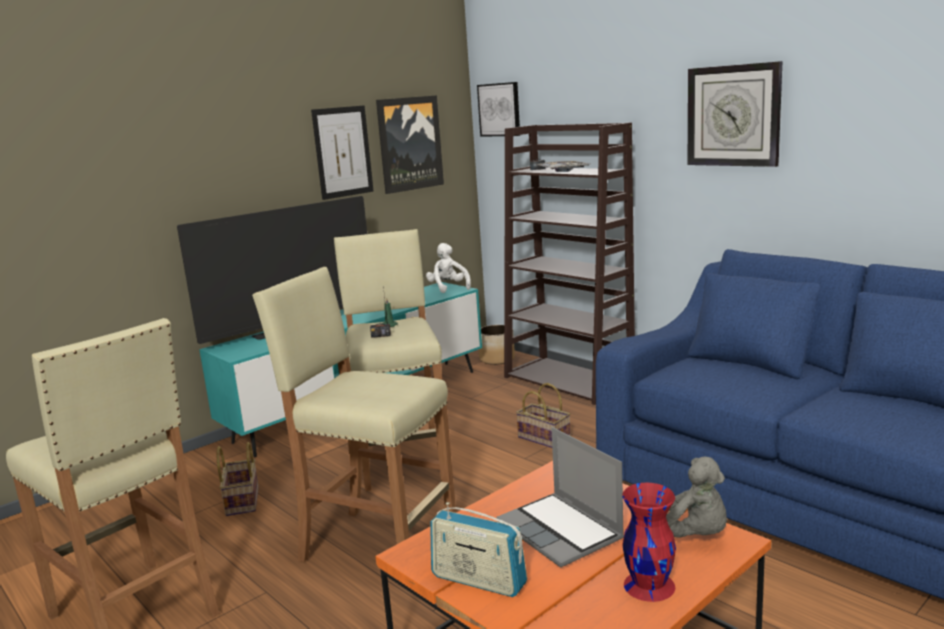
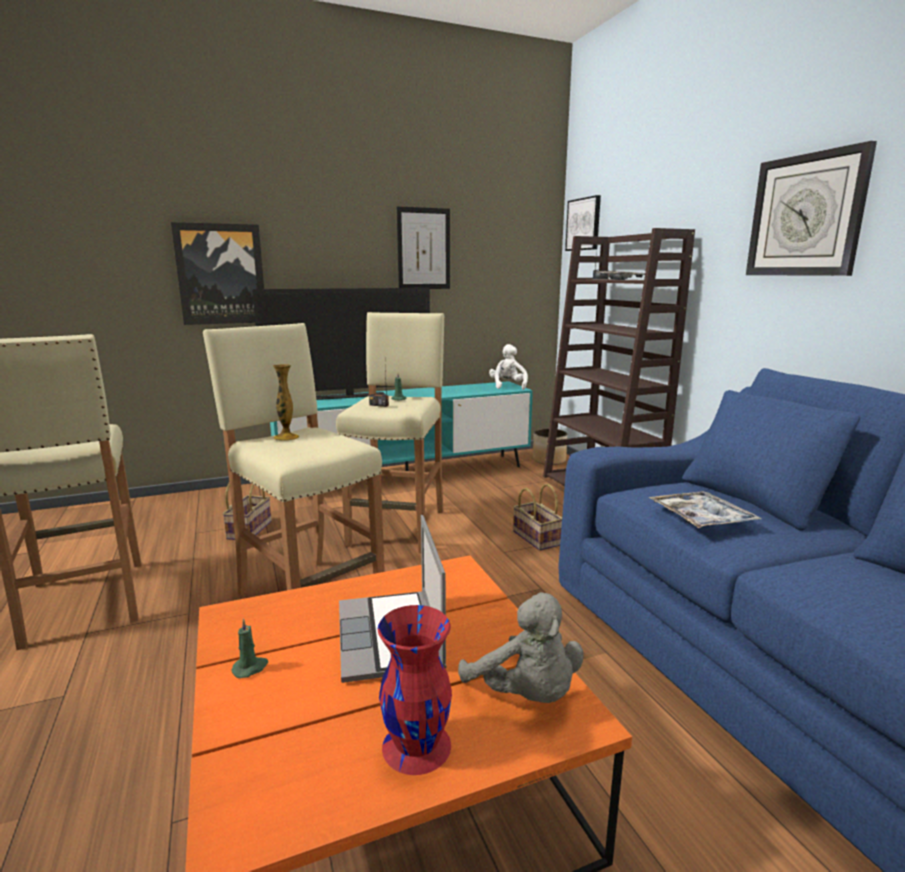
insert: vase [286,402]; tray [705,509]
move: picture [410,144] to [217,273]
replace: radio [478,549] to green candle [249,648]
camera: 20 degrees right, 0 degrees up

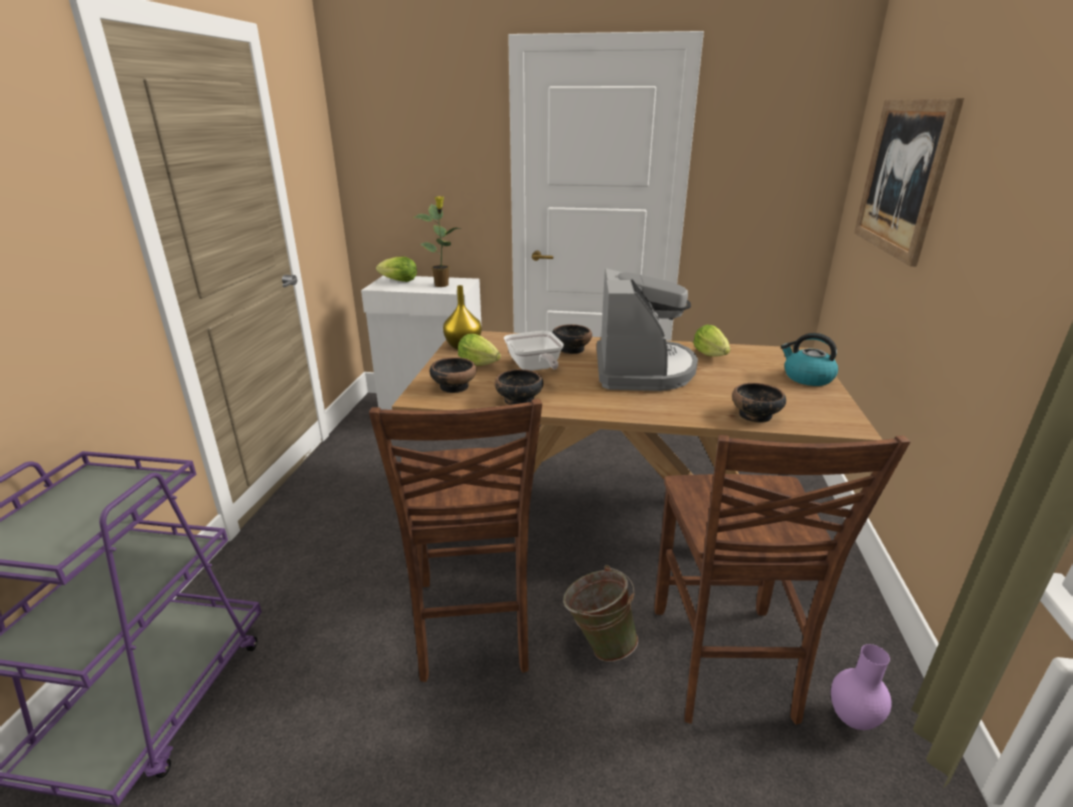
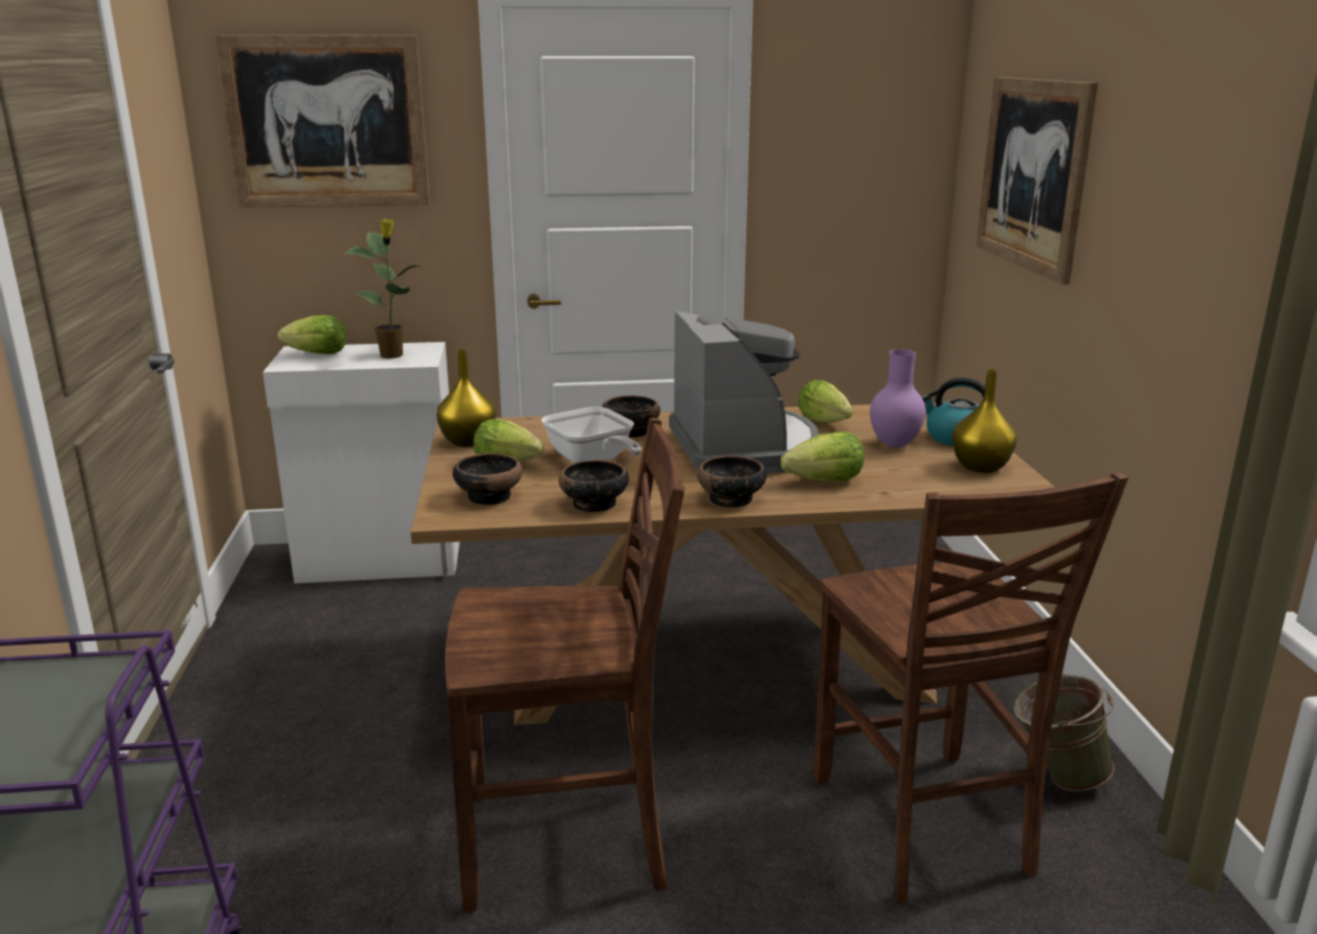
insert: picture [322,121]; lettuce [822,456]; yellow vase [984,421]
move: green bucket [600,613] to [1064,732]; bowl [759,403] to [732,482]; purple vase [861,687] to [898,398]
rotate: brown chair [455,540] = [565,665] 75 degrees counterclockwise
camera: 15 degrees left, 5 degrees down

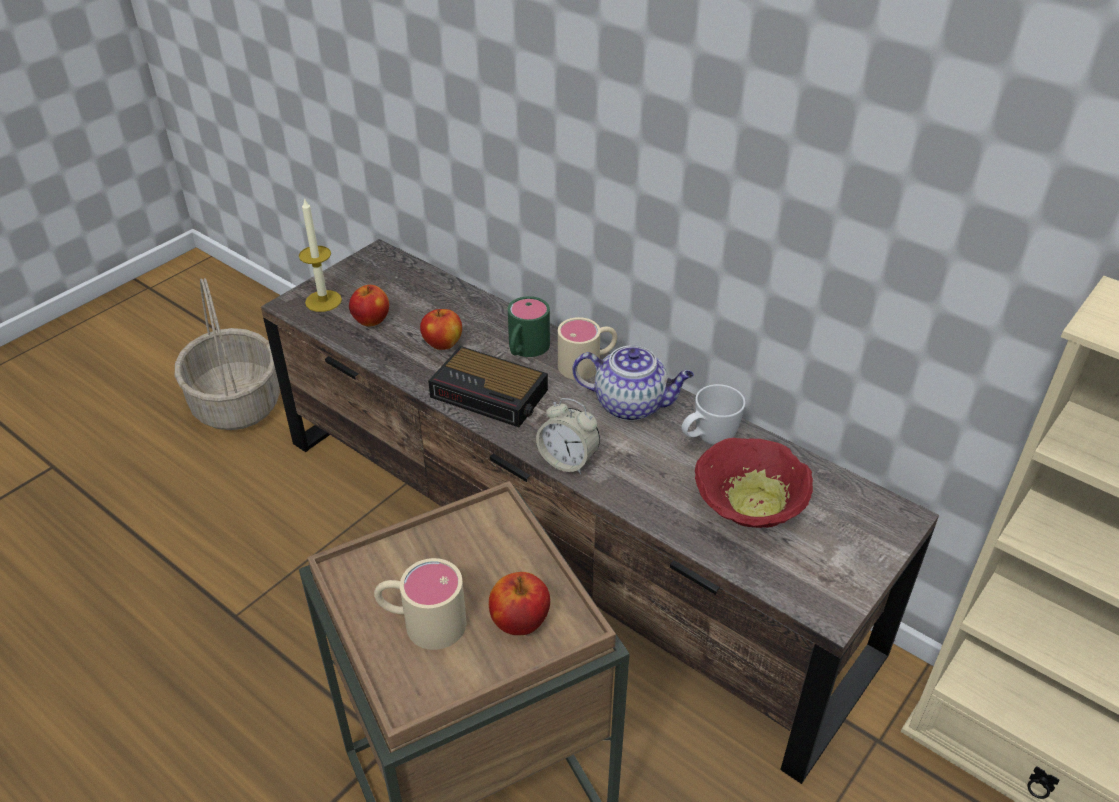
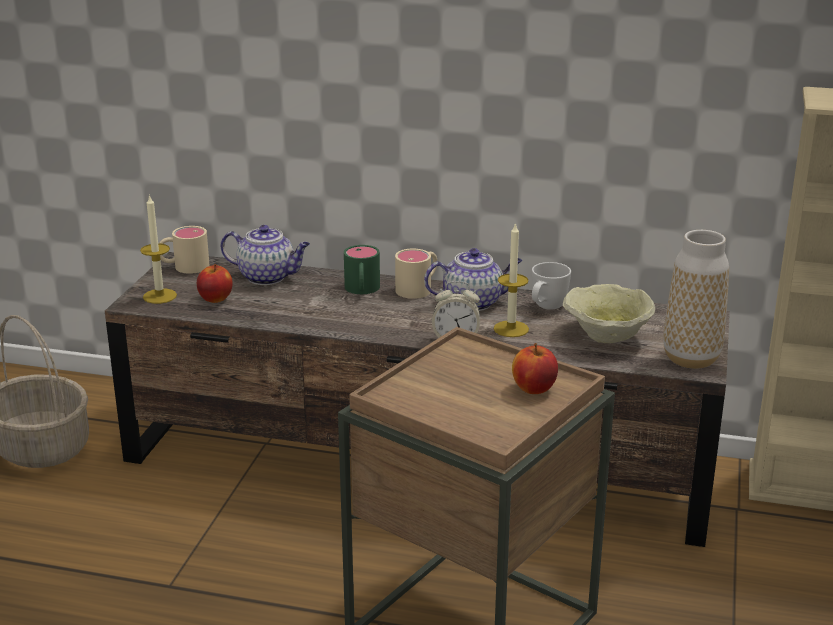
delete: apple [441,329]; alarm clock [488,386]
insert: teapot [265,255]; candle [511,279]; vase [696,299]
move: beige mug [420,604] to [184,250]
recolor: red bowl [754,483] to beige bowl [609,313]
camera: 25 degrees left, 15 degrees down

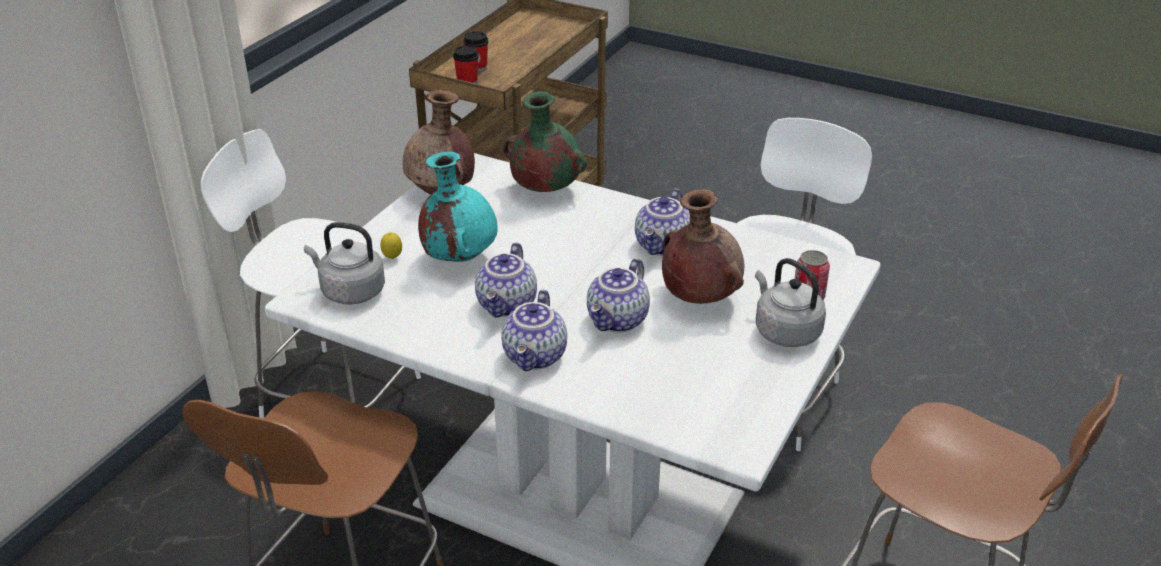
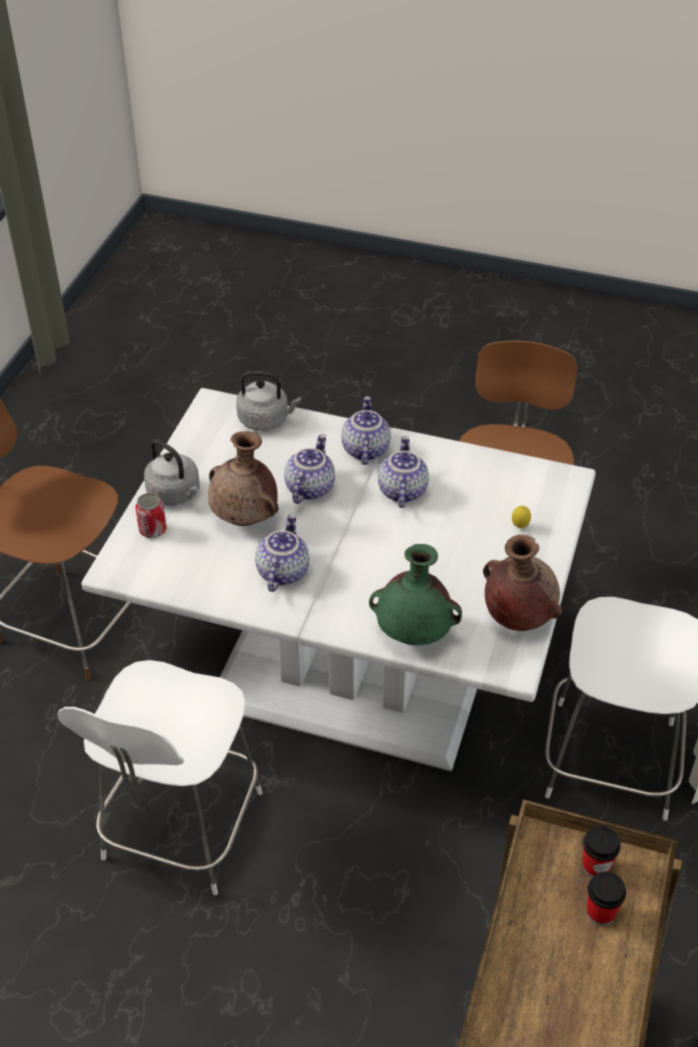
delete: turquoise vase [458,207]
move: grey kettle [344,263] to [268,401]
camera: 170 degrees right, 10 degrees up

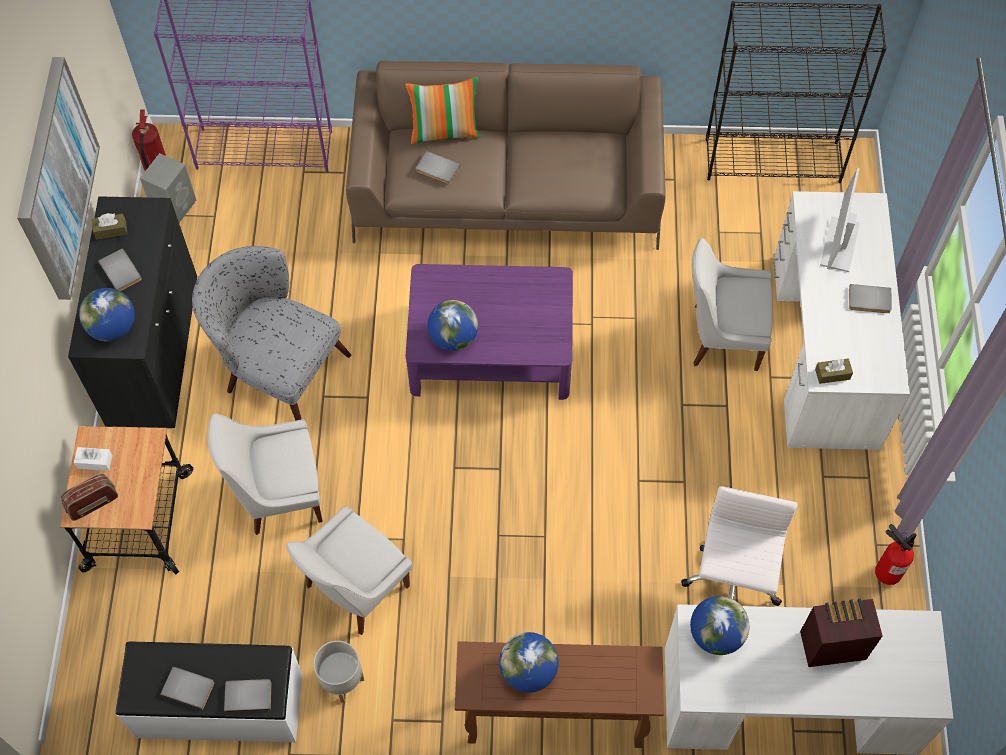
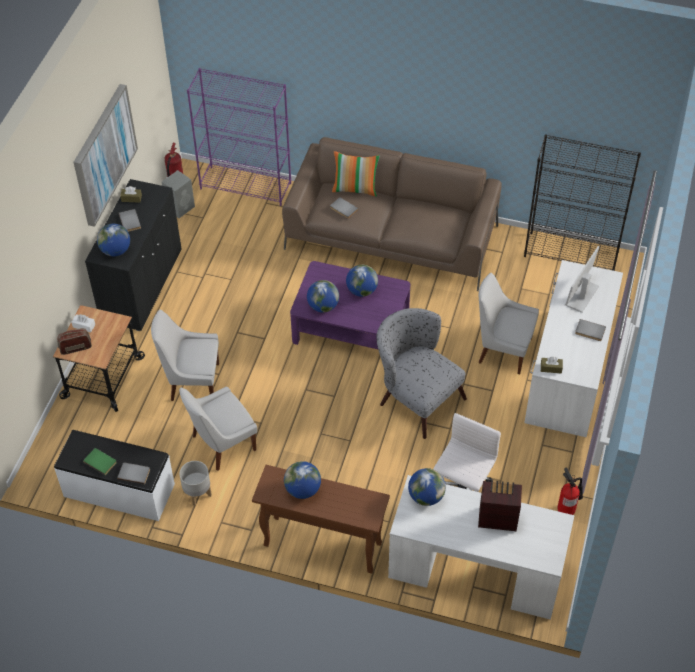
insert: globe [362,281]
move: grey armchair [271,333] to [421,373]
recolor: grey book [187,688] to green book [100,461]
camera: 15 degrees right, 10 degrees down

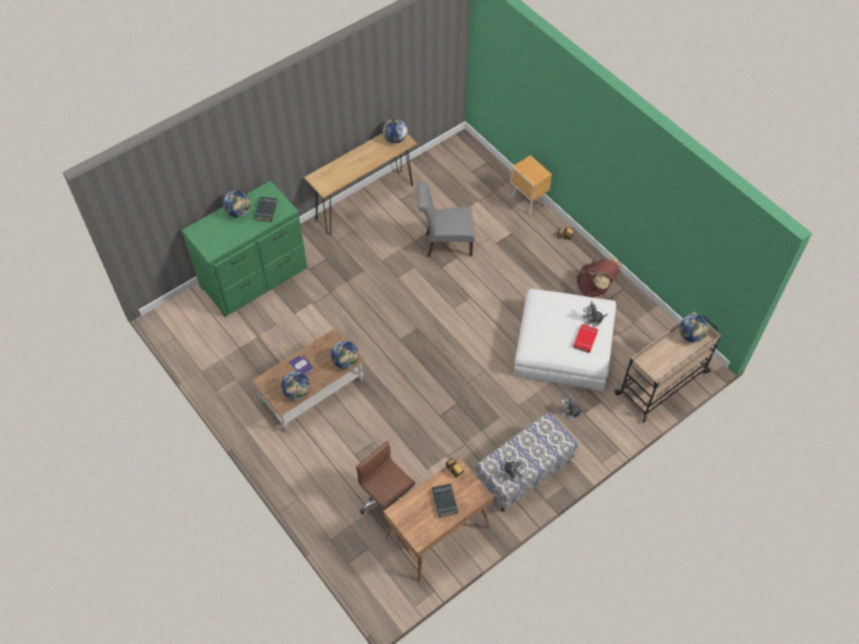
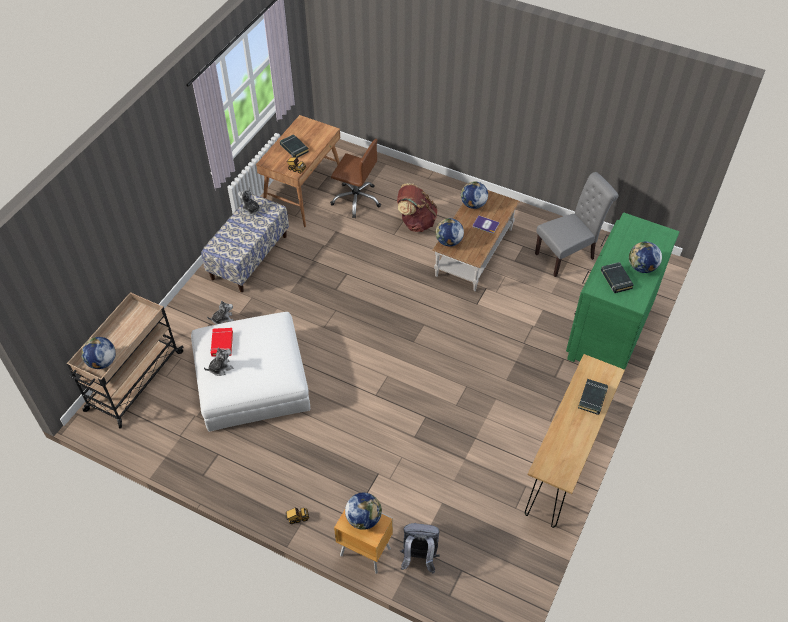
insert: grey backpack [420,548]; black book [593,397]
move: globe [395,130] to [363,511]; grey chair [445,219] to [577,224]; brown backpack [599,277] to [417,207]
camera: 155 degrees right, 5 degrees down

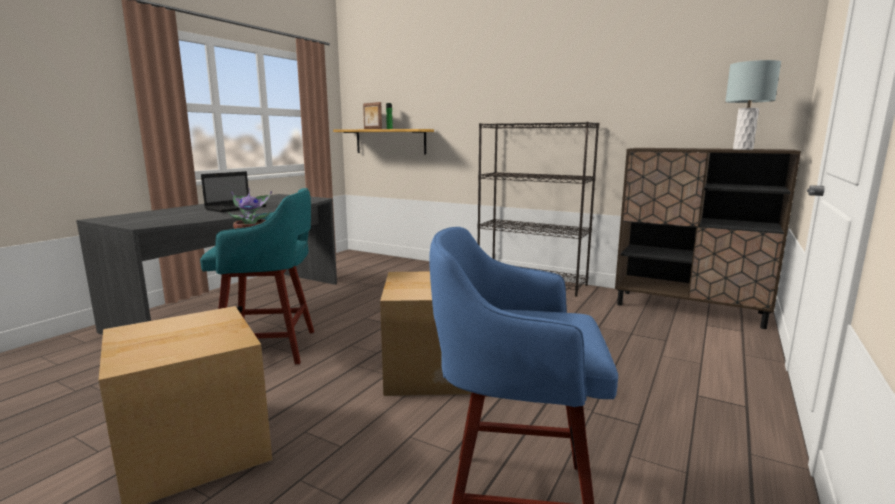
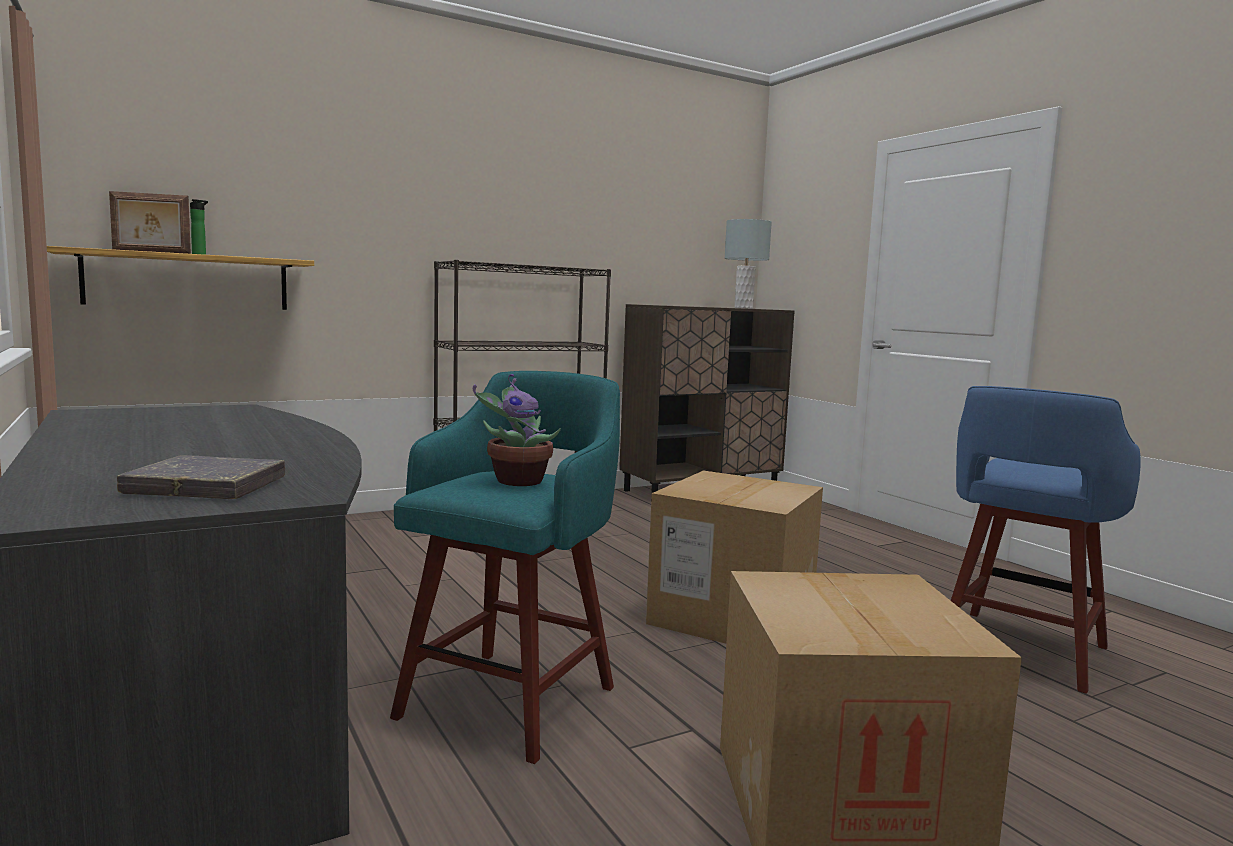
delete: laptop [233,191]
insert: grey book [201,477]
camera: 60 degrees left, 5 degrees down

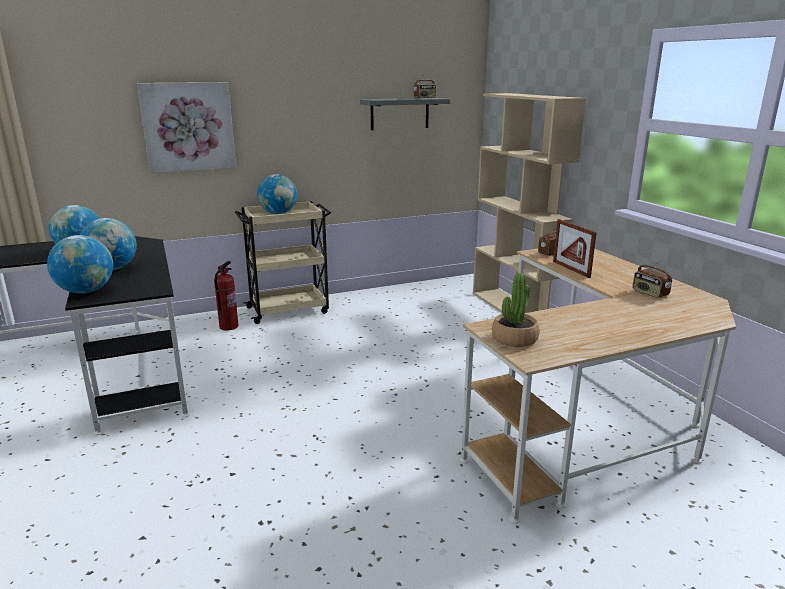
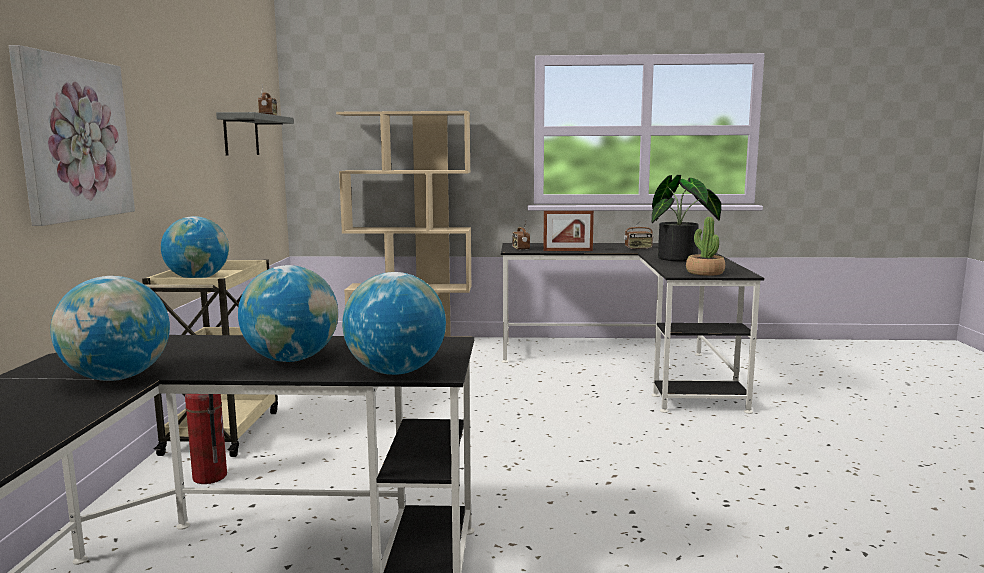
insert: potted plant [686,218]
recolor: beige desk [597,386] to black desk [632,328]
camera: 65 degrees left, 10 degrees down

